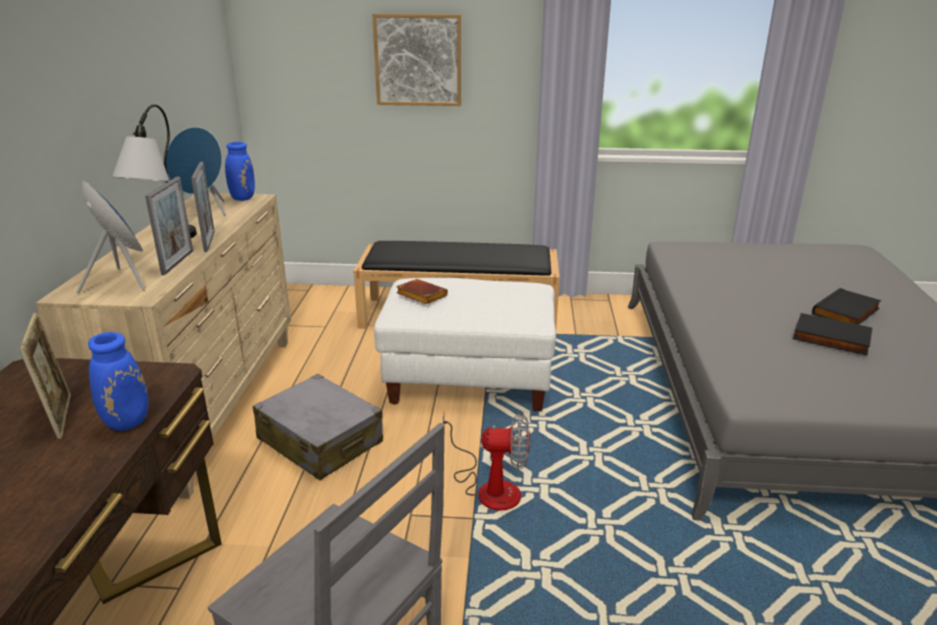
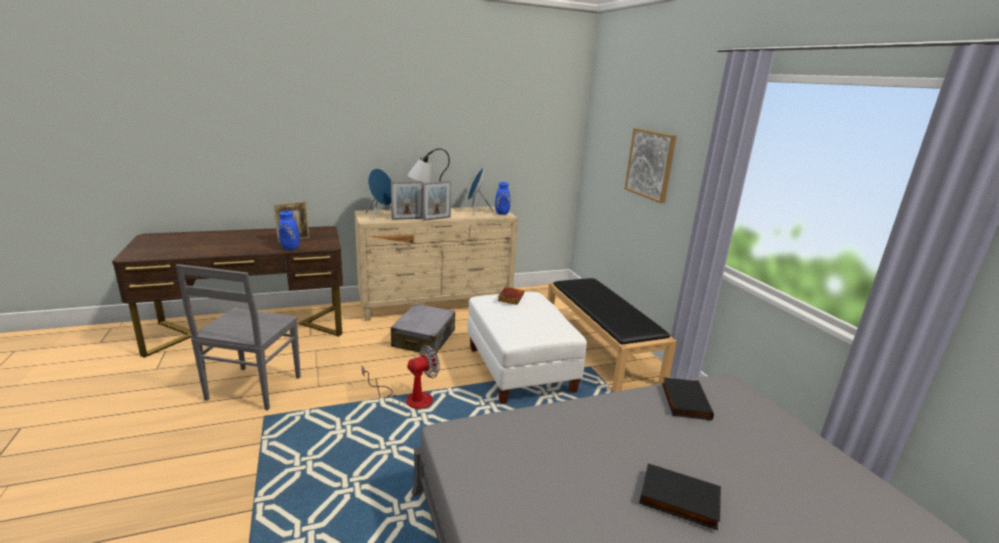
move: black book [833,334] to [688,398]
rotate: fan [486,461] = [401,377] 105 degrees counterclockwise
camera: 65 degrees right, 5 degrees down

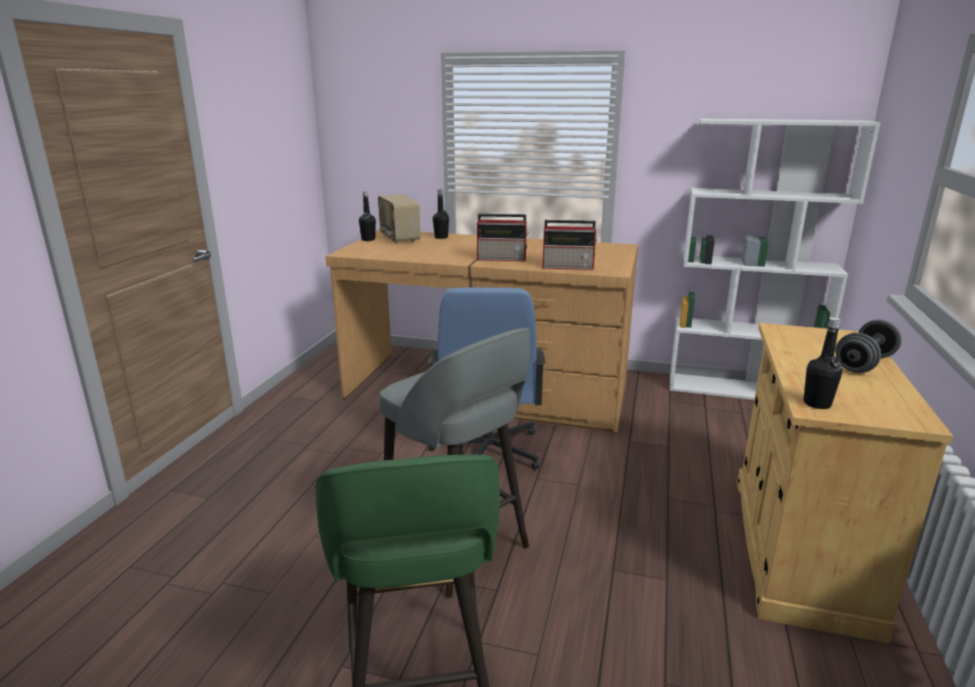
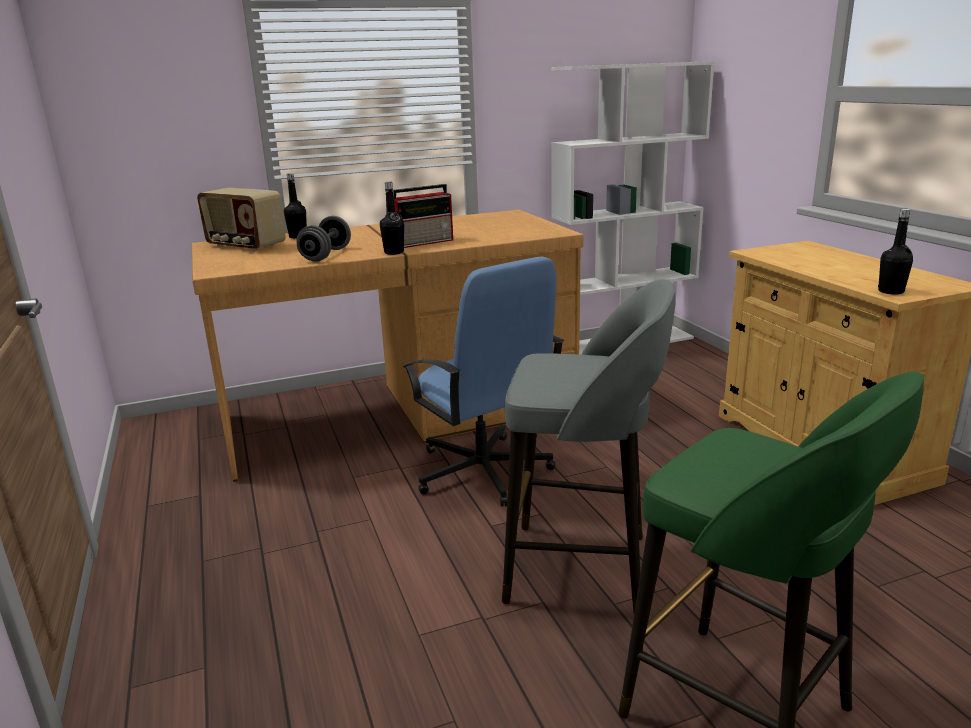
delete: radio [570,245]
move: black bottle [367,216] to [392,218]; grey dumbbell [868,346] to [323,239]
camera: 35 degrees left, 0 degrees up

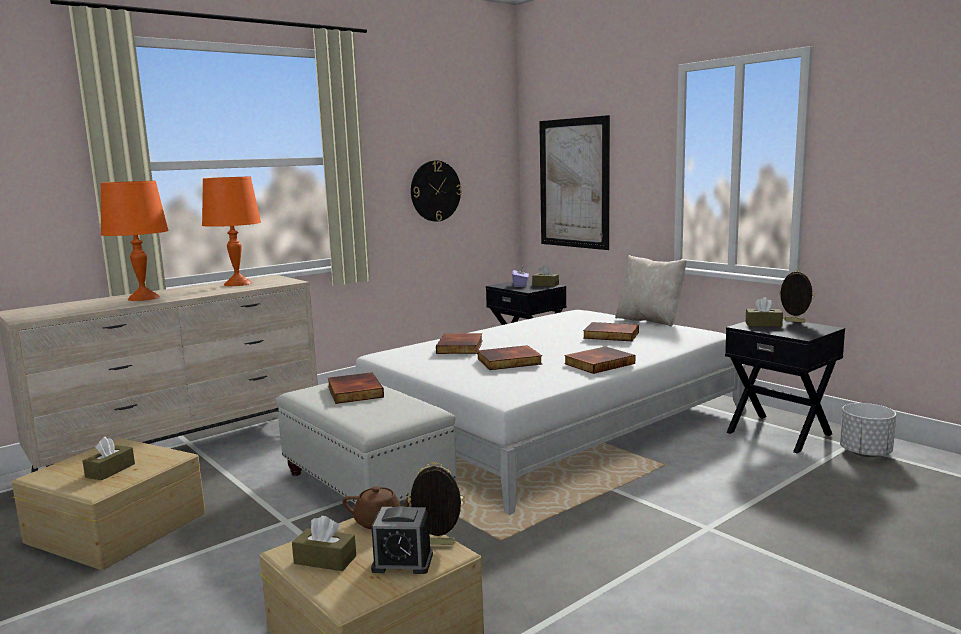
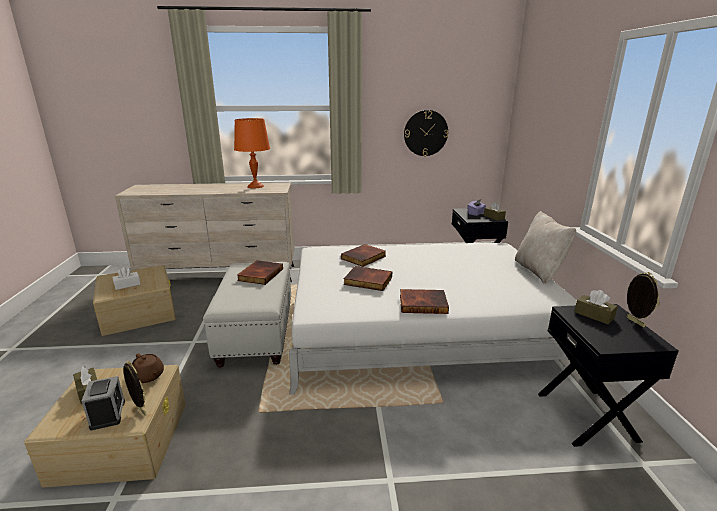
delete: orange table lamp [135,241]; picture [574,182]; book [611,331]; white planter [868,430]
recolor: brown tissue box [109,458] to white tissue box [126,278]
rotate: alarm clock [402,540] = [103,403] 150 degrees counterclockwise
camera: 35 degrees right, 10 degrees up

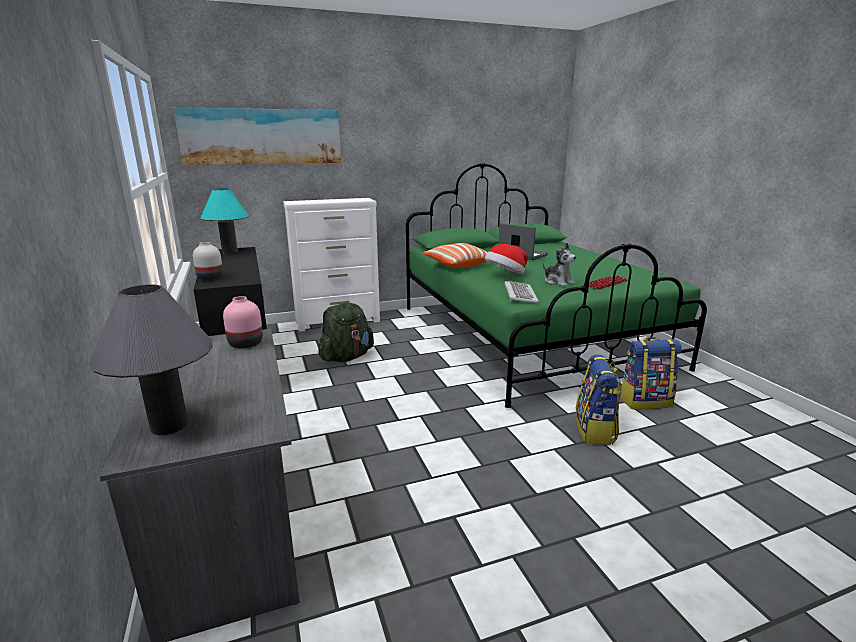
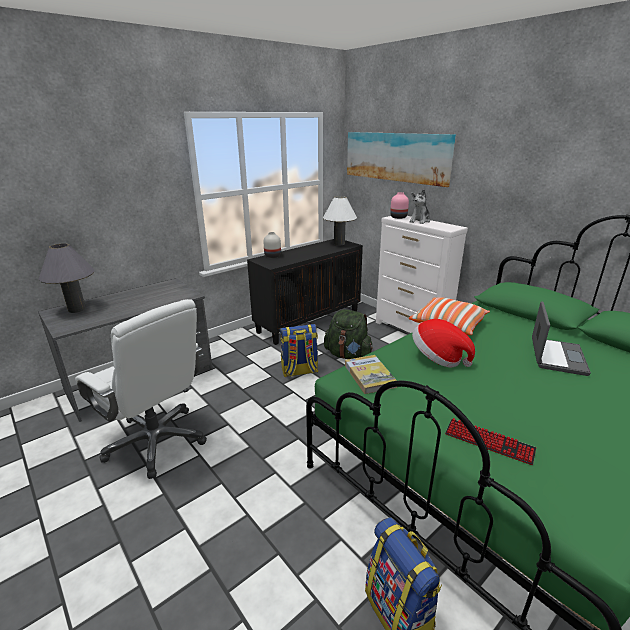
insert: white office chair [141,389]
move: pink vase [243,322] to [399,205]; plush toy [559,265] to [420,206]; backpack [598,399] to [299,350]
replace: keyboard [521,292] to book [371,374]
recolor: turquoise table lamp [225,221] to white table lamp [340,221]
camera: 70 degrees right, 5 degrees up

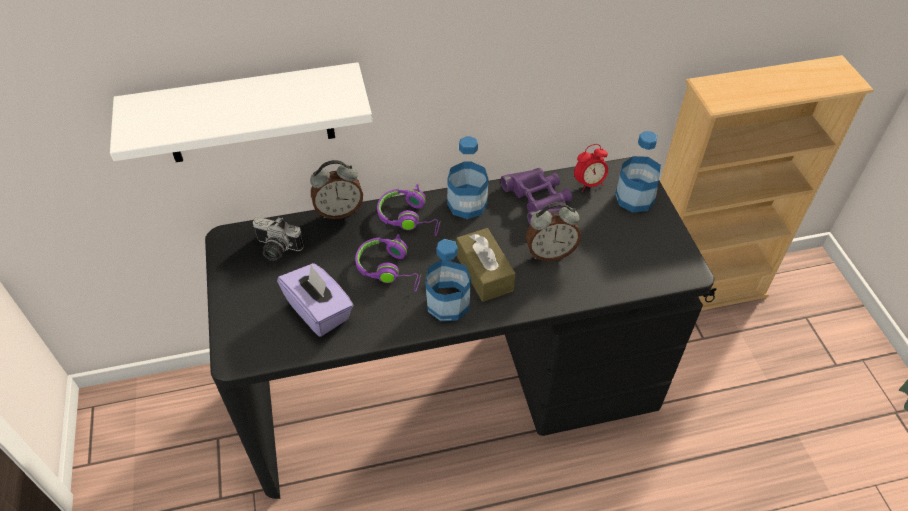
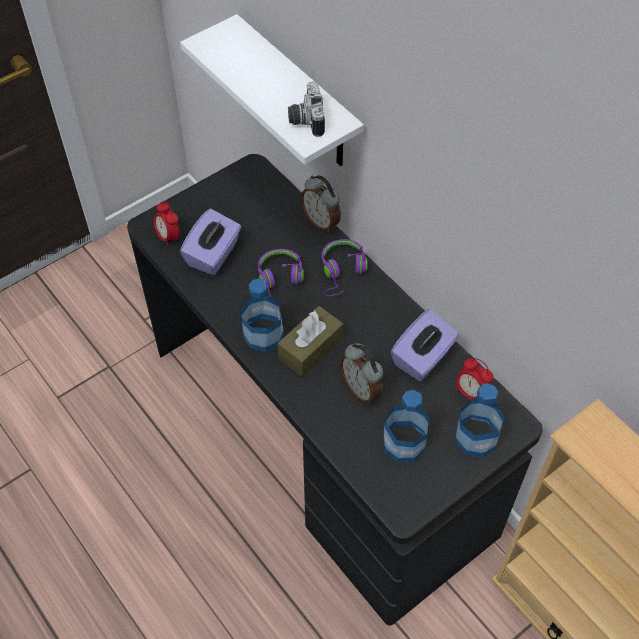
insert: alarm clock [166,224]
move: photo camera [278,239] to [306,109]; bottle [467,177] to [406,426]
replace: purple binoculars [536,196] to purple tissue box [424,345]
camera: 65 degrees right, 5 degrees up

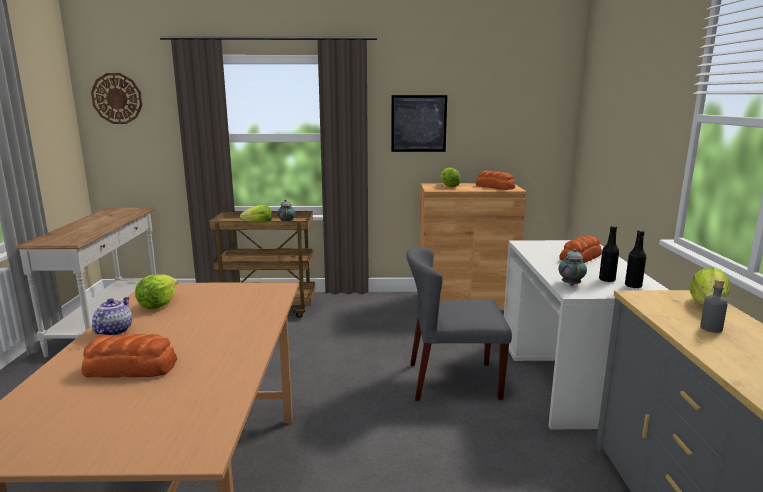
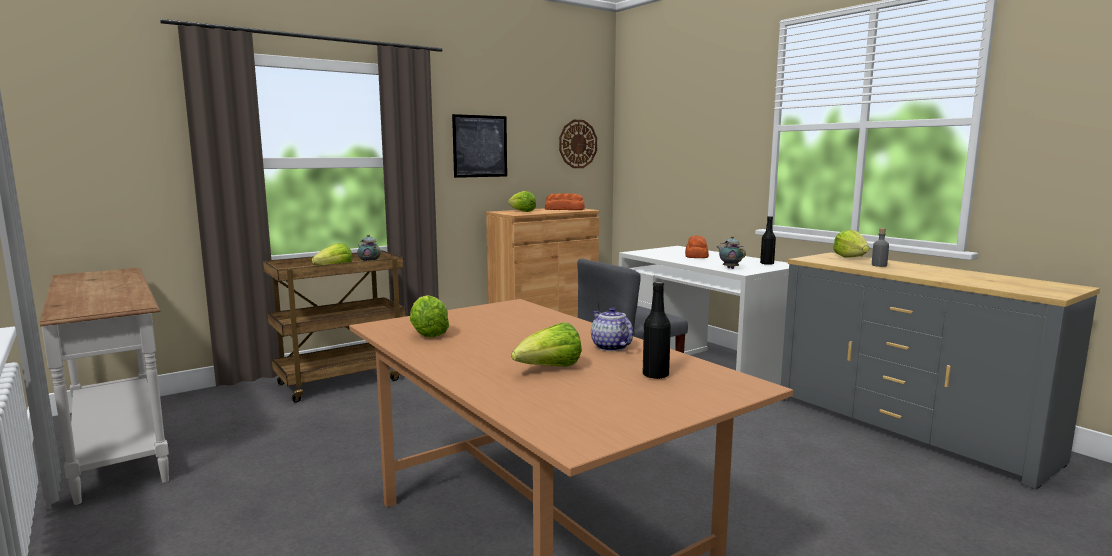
move: wall clock [116,98] to [578,144]; teapot [112,316] to [612,329]; black bottle [609,254] to [657,330]
replace: bread [129,356] to lettuce [546,344]
camera: 35 degrees left, 5 degrees down

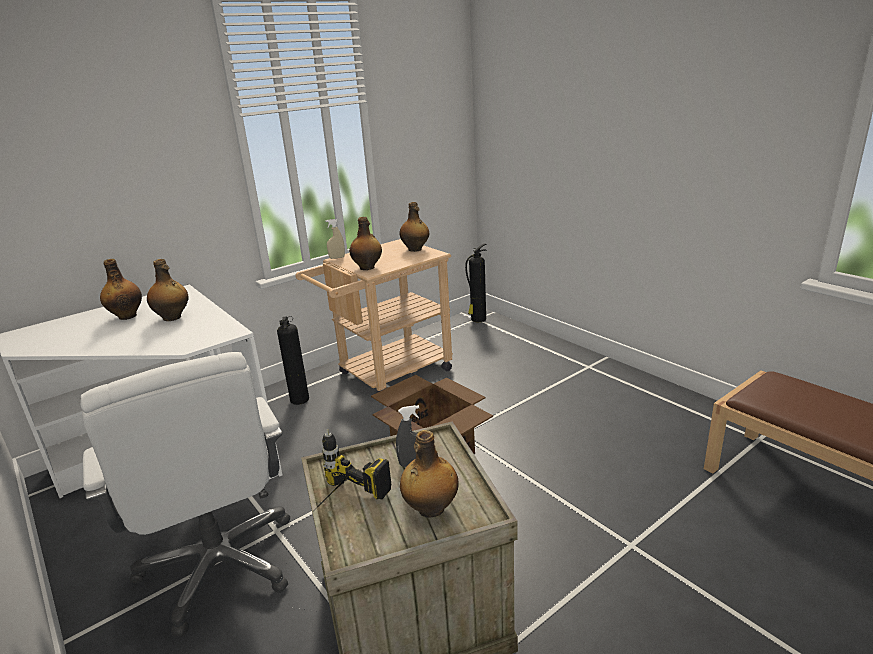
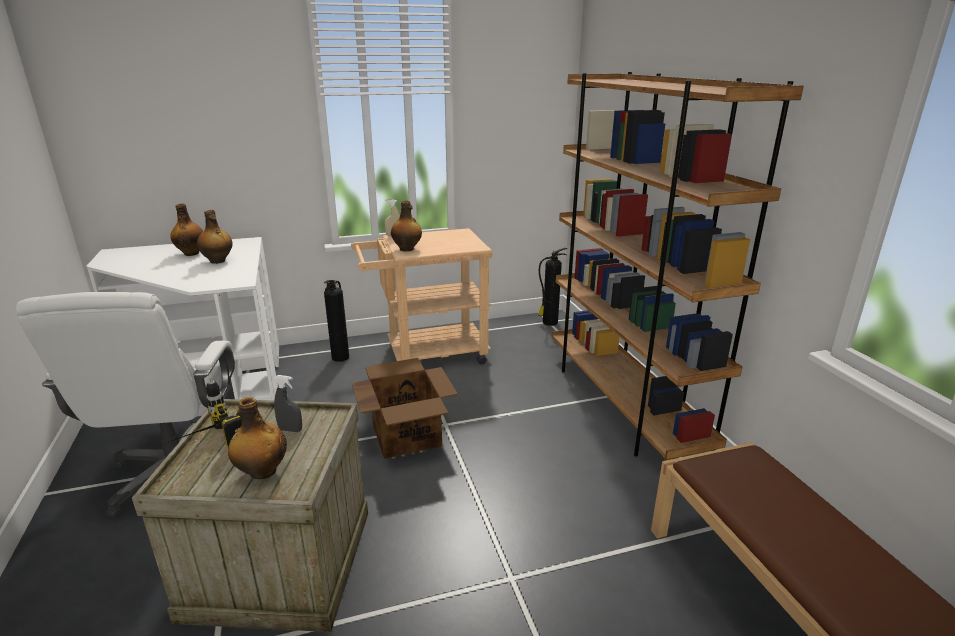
delete: bottle [414,227]
insert: brown bookcase [678,266]
camera: 20 degrees right, 0 degrees up

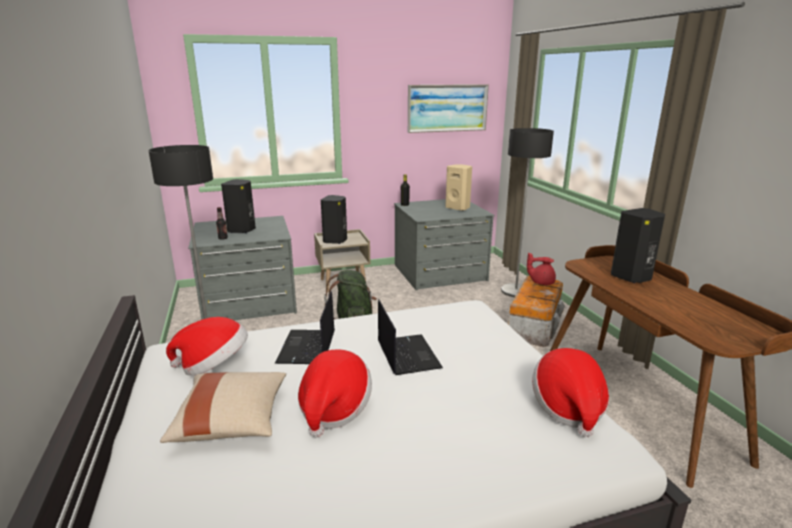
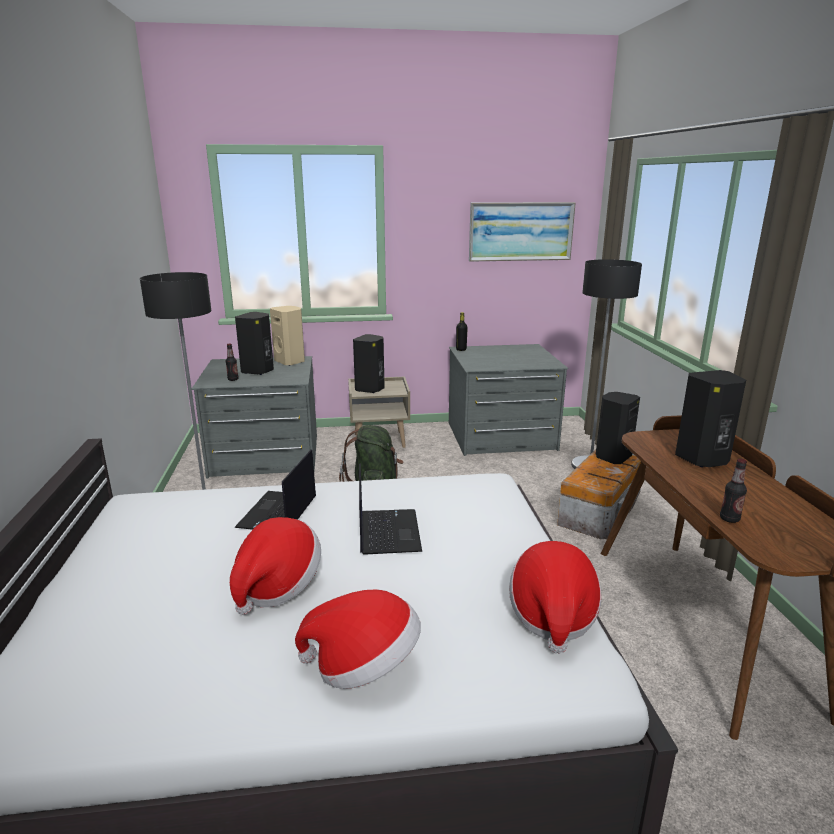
delete: beige pillow [223,407]
insert: bottle [733,491]
move: hat [207,346] to [358,639]; beige speaker [458,187] to [287,336]
replace: red teapot [541,268] to black speaker [618,428]
camera: 10 degrees right, 0 degrees up

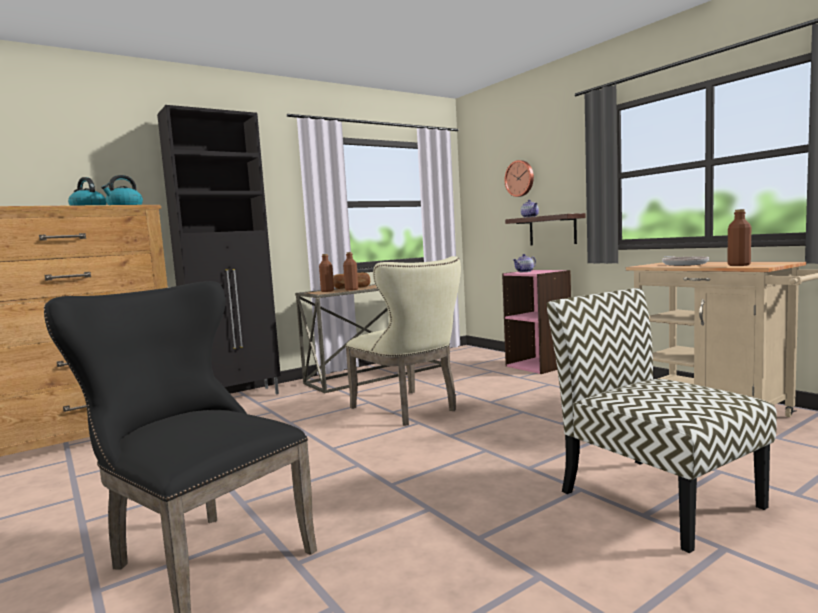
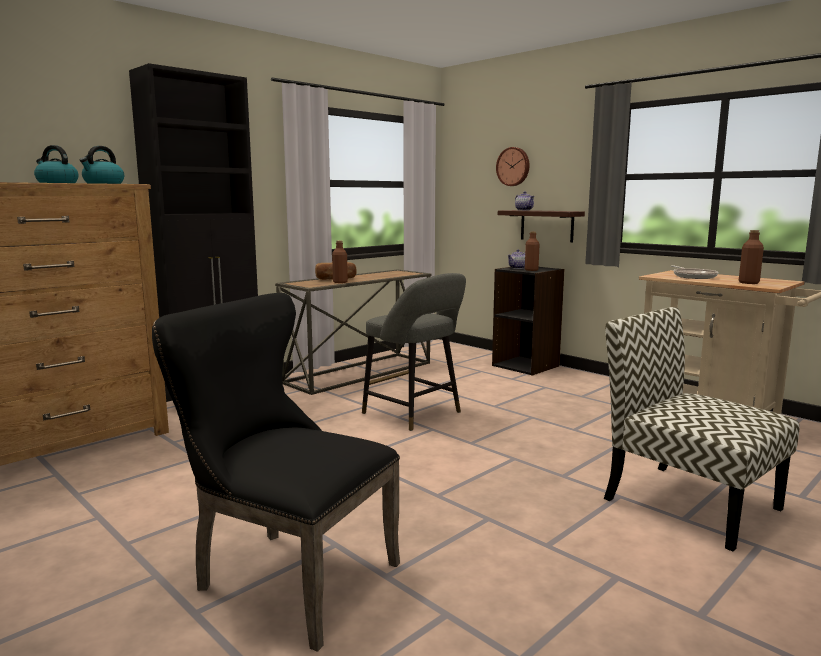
move: brown bottle [326,273] to [532,251]
replace: beige chair [403,341] to grey stool [414,352]
recolor: pink bookcase [536,322] to black bookcase [528,321]
camera: 10 degrees left, 5 degrees up

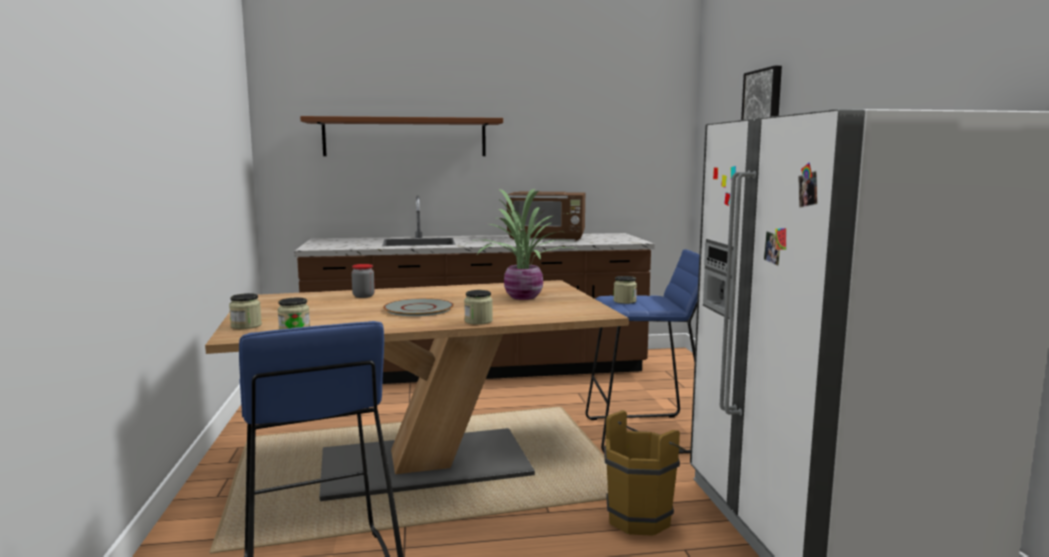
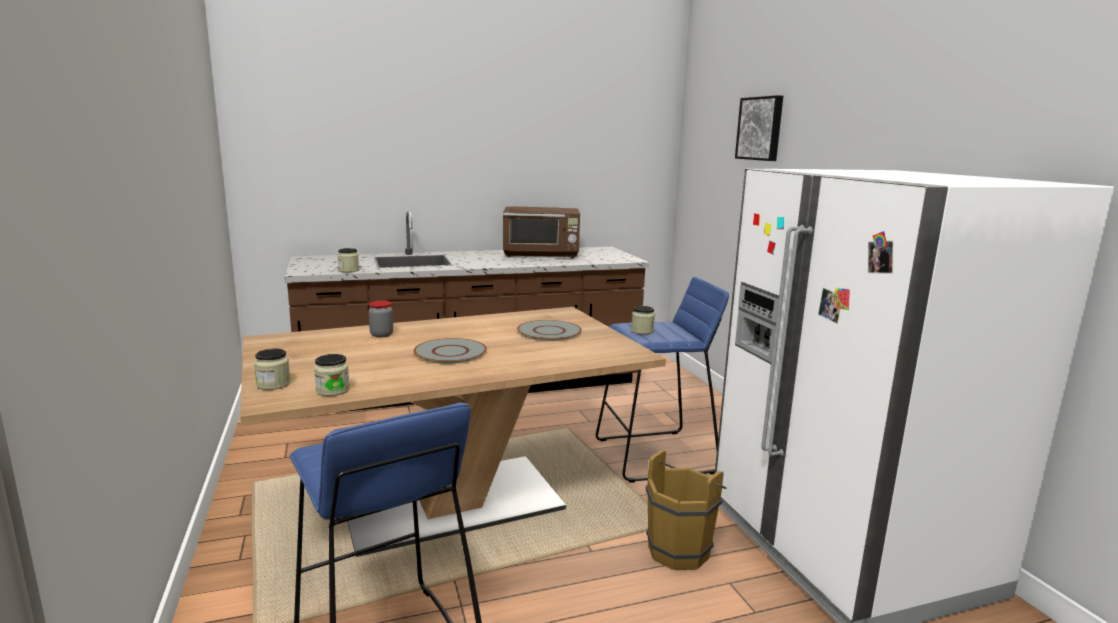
delete: brown shelf [401,136]
move: jar [478,307] to [348,260]
replace: potted plant [521,244] to grey plate [549,330]
camera: 10 degrees left, 5 degrees up

